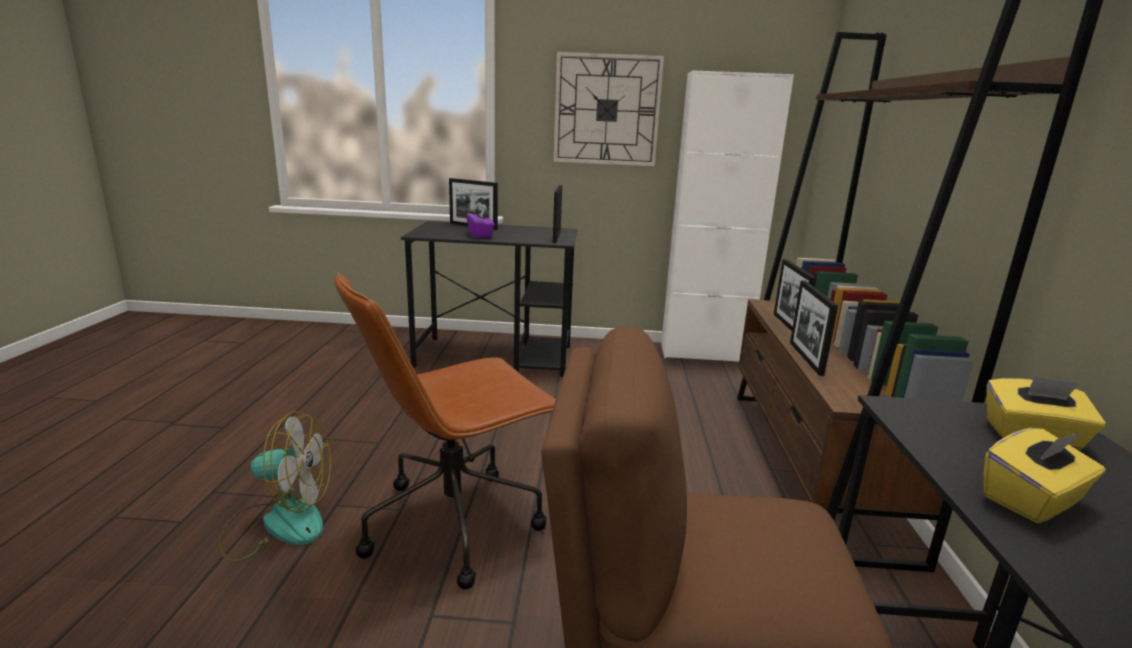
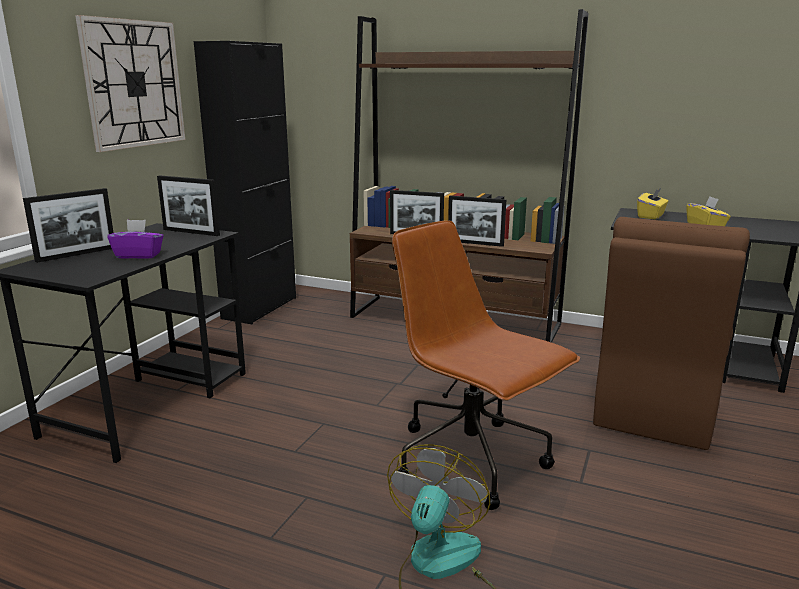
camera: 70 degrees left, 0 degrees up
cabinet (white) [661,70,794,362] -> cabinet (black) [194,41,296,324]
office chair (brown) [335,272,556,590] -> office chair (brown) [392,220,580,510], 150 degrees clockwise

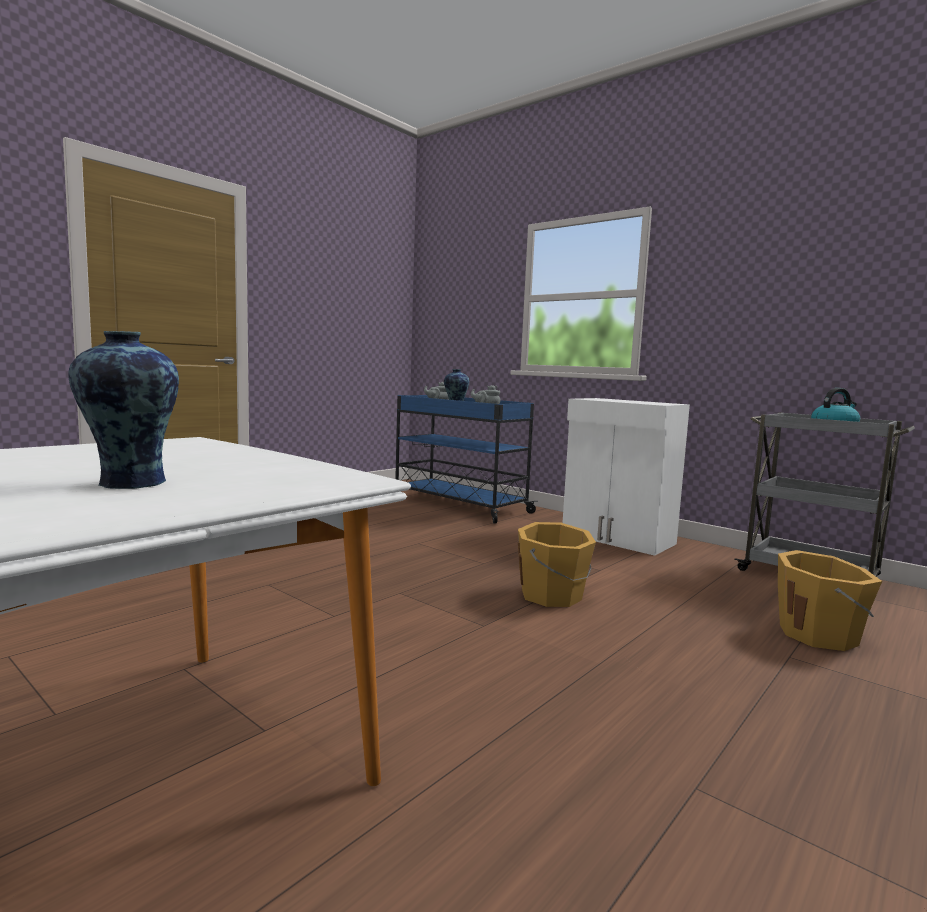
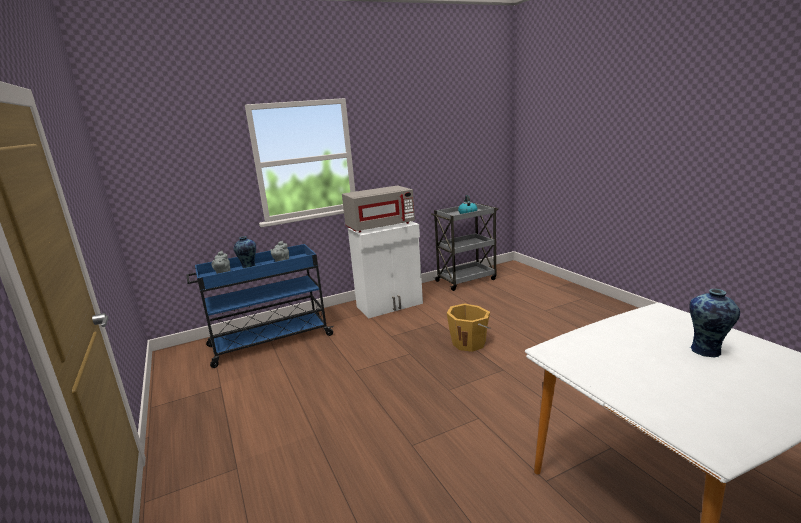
camera: 65 degrees left, 10 degrees up
none -> microwave (grey) [342,185,415,233]
bucket (orange) [778,550,882,651] -> none

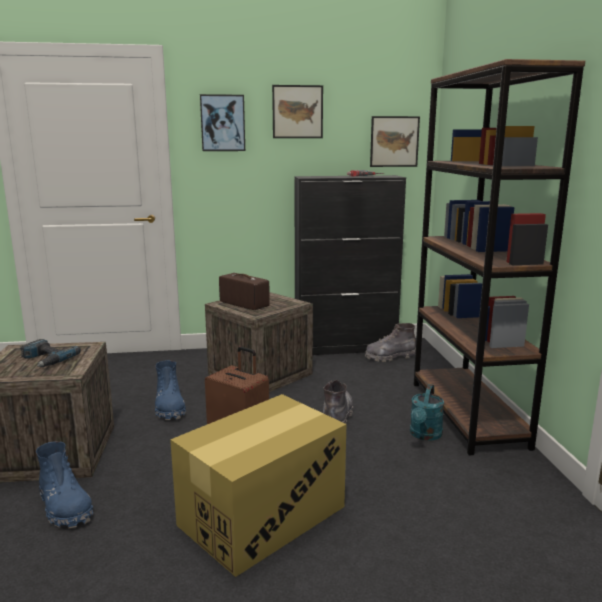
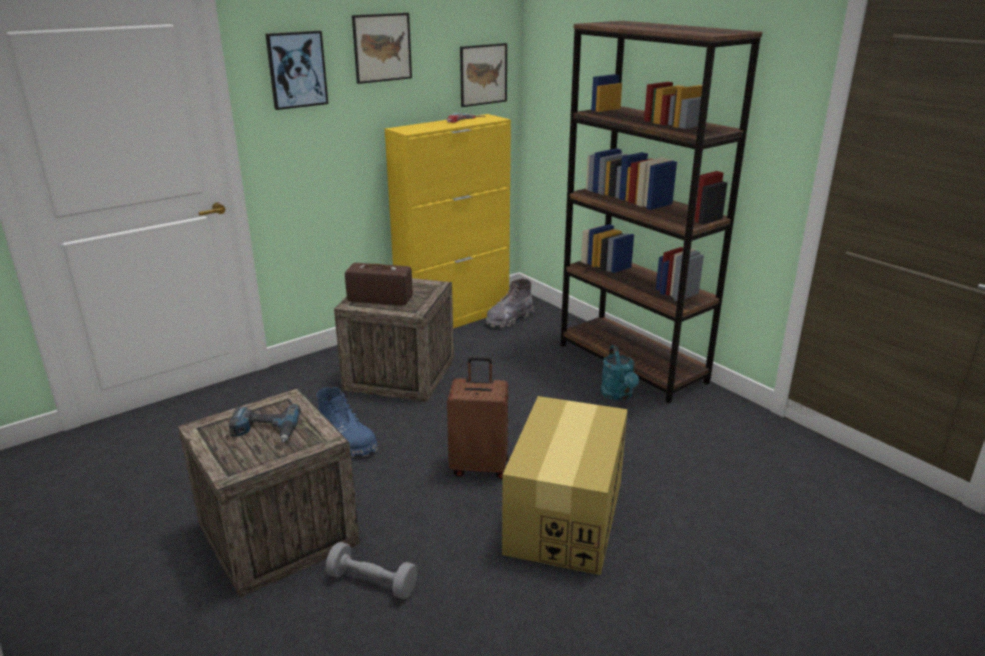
camera: 30 degrees left, 10 degrees up
boot (blue) [36,441,93,528] -> dumbbell (grey) [326,542,417,599]
cabinet (black) [294,175,406,355] -> cabinet (yellow) [385,114,511,328]
boot (grey) [323,380,353,425] -> none

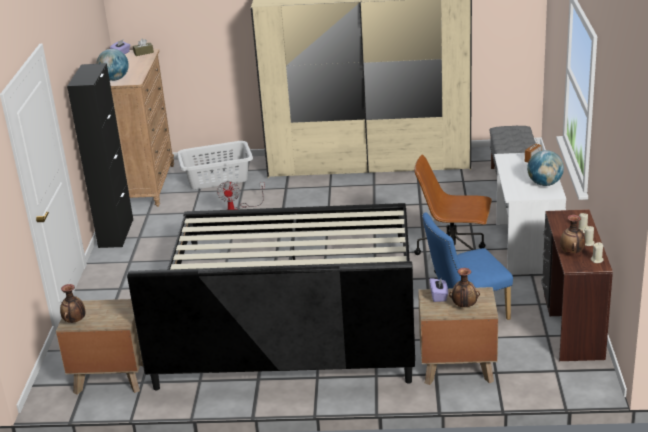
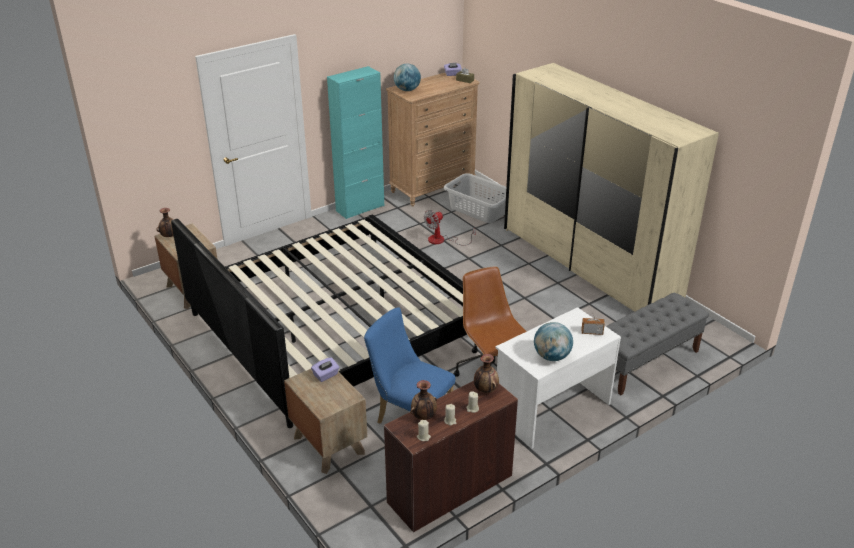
camera: 50 degrees right, 5 degrees up
cabinet (black) [67,63,133,248] -> cabinet (turquoise) [327,66,384,219]
vase [449,268,480,307] -> vase [474,354,499,393], move

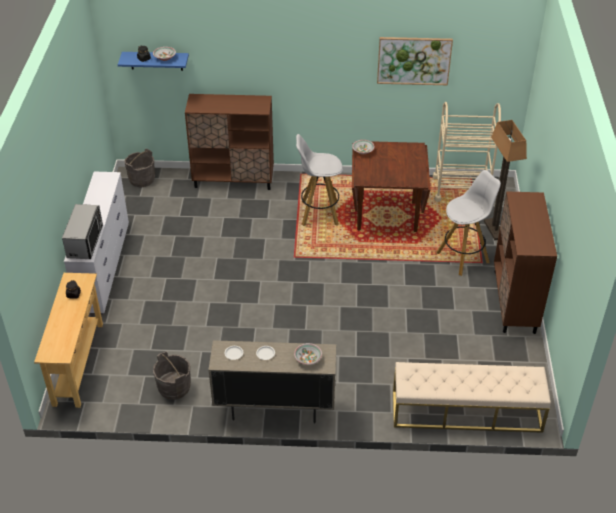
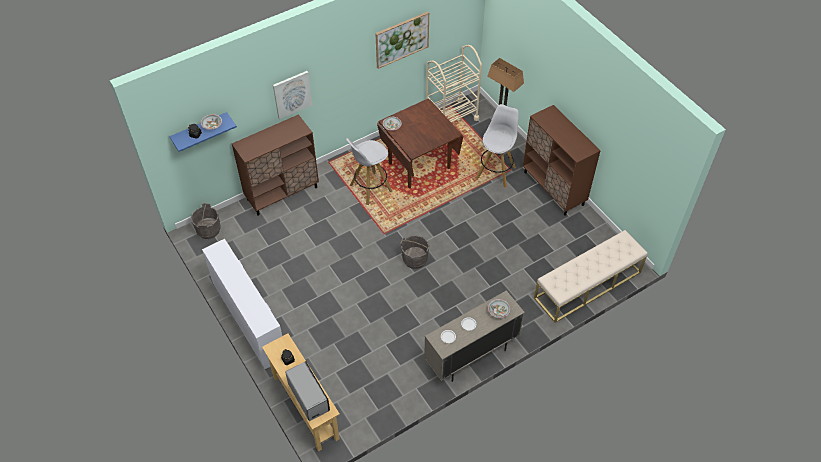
camera: 35 degrees left, 10 degrees up
none -> picture [273,71,312,119]
microwave [62,204,103,259] -> microwave [285,361,330,421], move
bucket (grey) [153,351,191,400] -> bucket (grey) [401,235,430,269], move

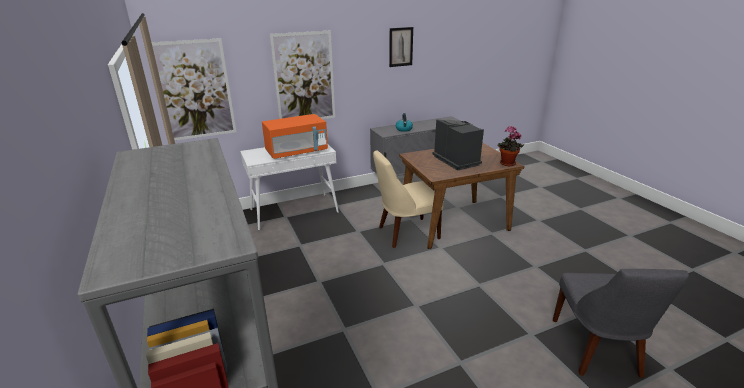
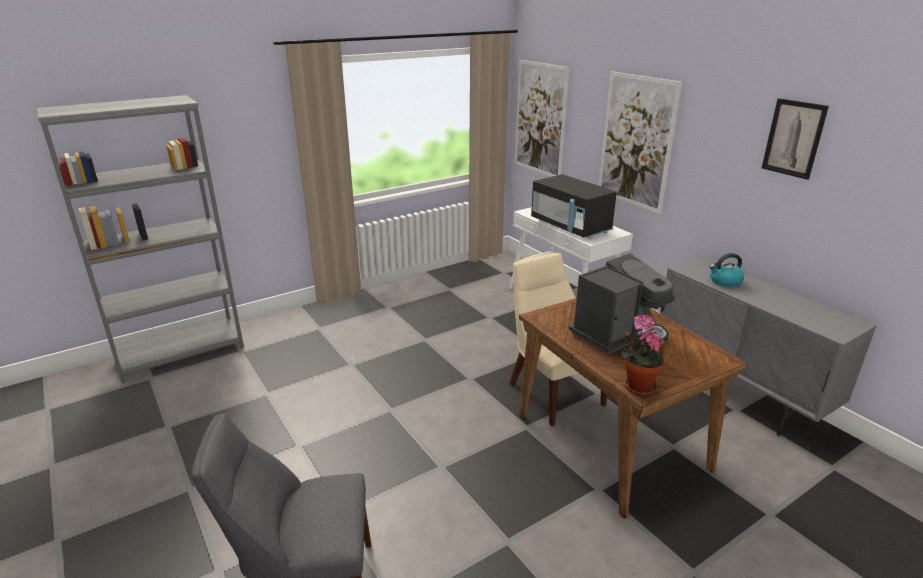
camera: 80 degrees right, 0 degrees up
microwave (orange) [262,114,328,159] -> microwave (black) [531,174,617,239]

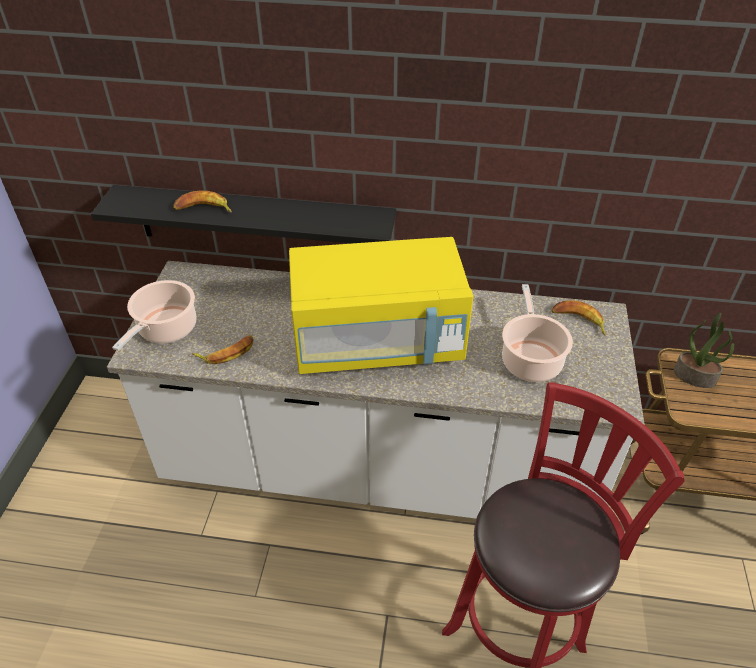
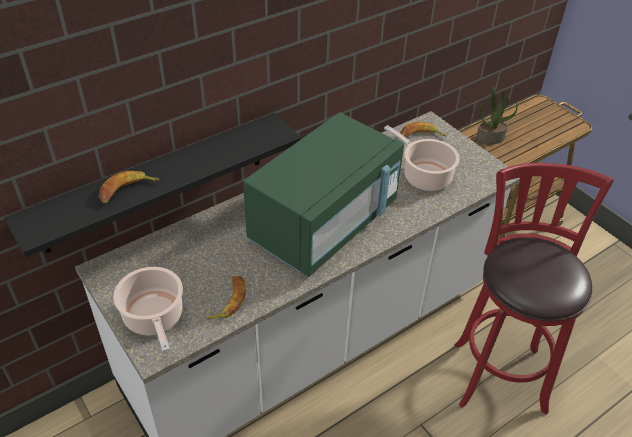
camera: 45 degrees left, 0 degrees up
microwave (yellow) [289,237,473,374] -> microwave (green) [243,113,404,277]

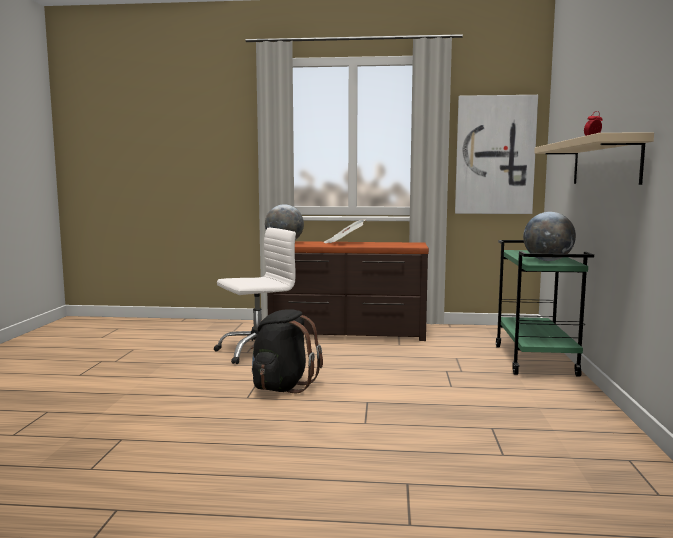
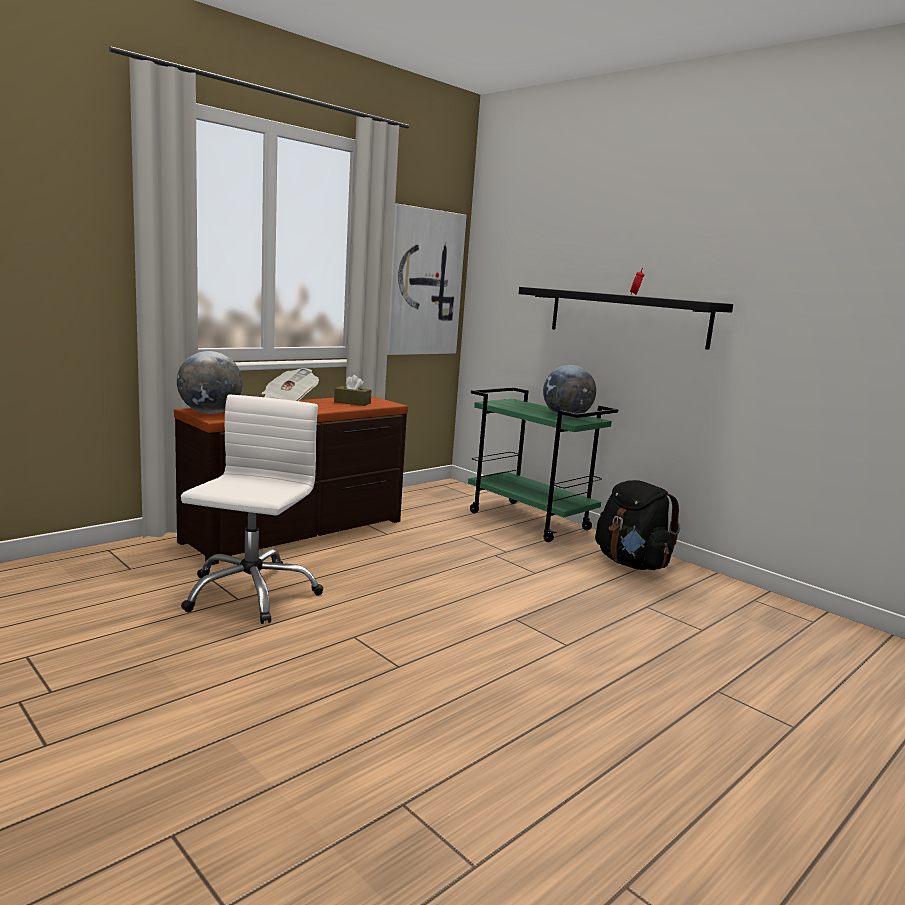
camera: 50 degrees left, 5 degrees up
none -> tissue box (brown) [334,375,371,406]
shelf (beige) [534,132,654,185] -> shelf (black) [519,287,733,350]
backpack (black) [251,309,323,393] -> backpack (black) [595,480,680,570], move

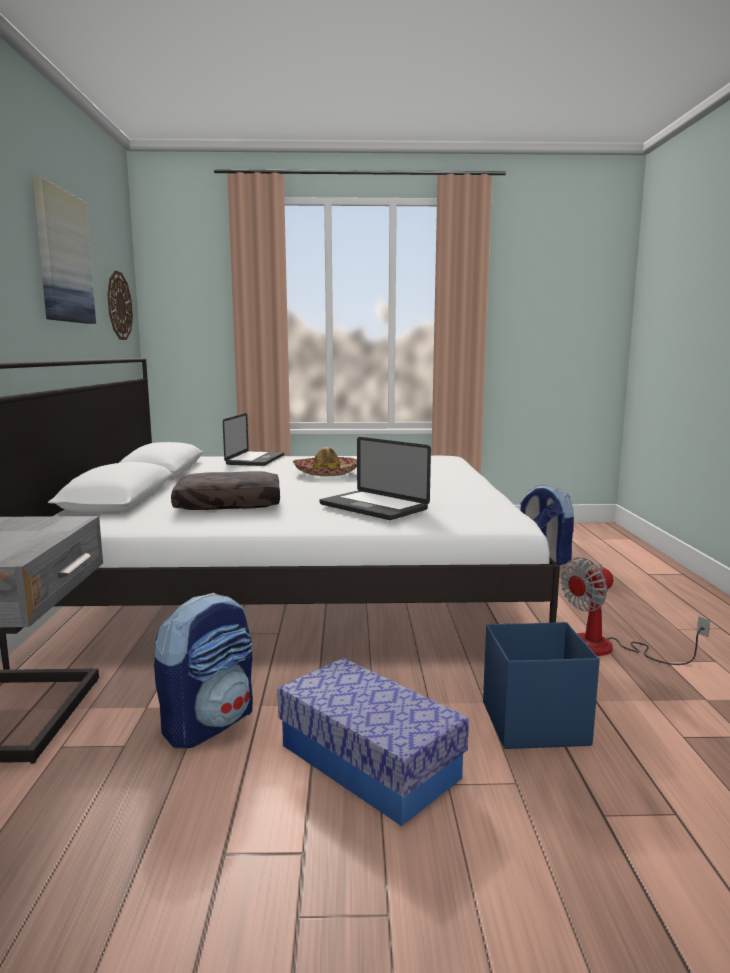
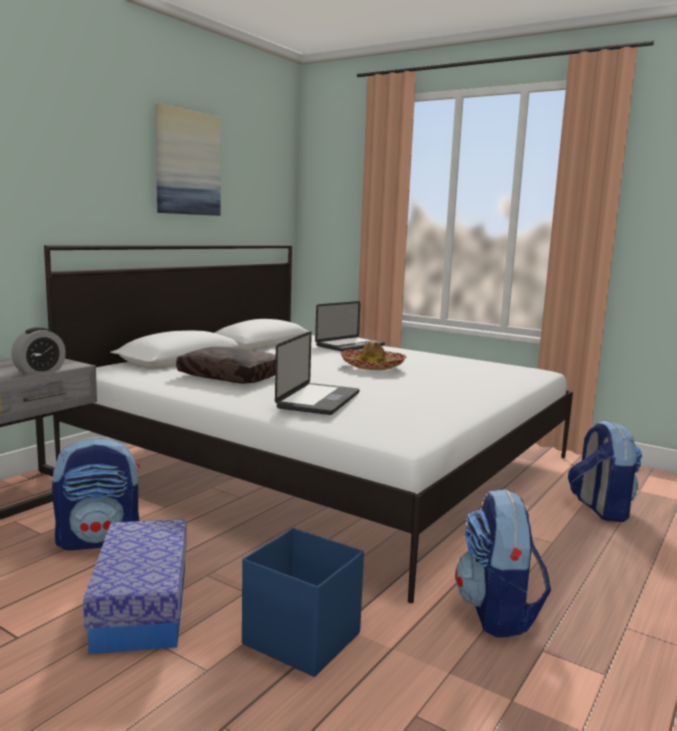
camera: 35 degrees right, 0 degrees up
none -> alarm clock [11,327,66,375]
laptop [320,437,431,520] -> laptop [275,331,359,415], 150 degrees counterclockwise
fan [560,557,710,665] -> backpack [455,489,551,638]
wall clock [107,270,133,340] -> none

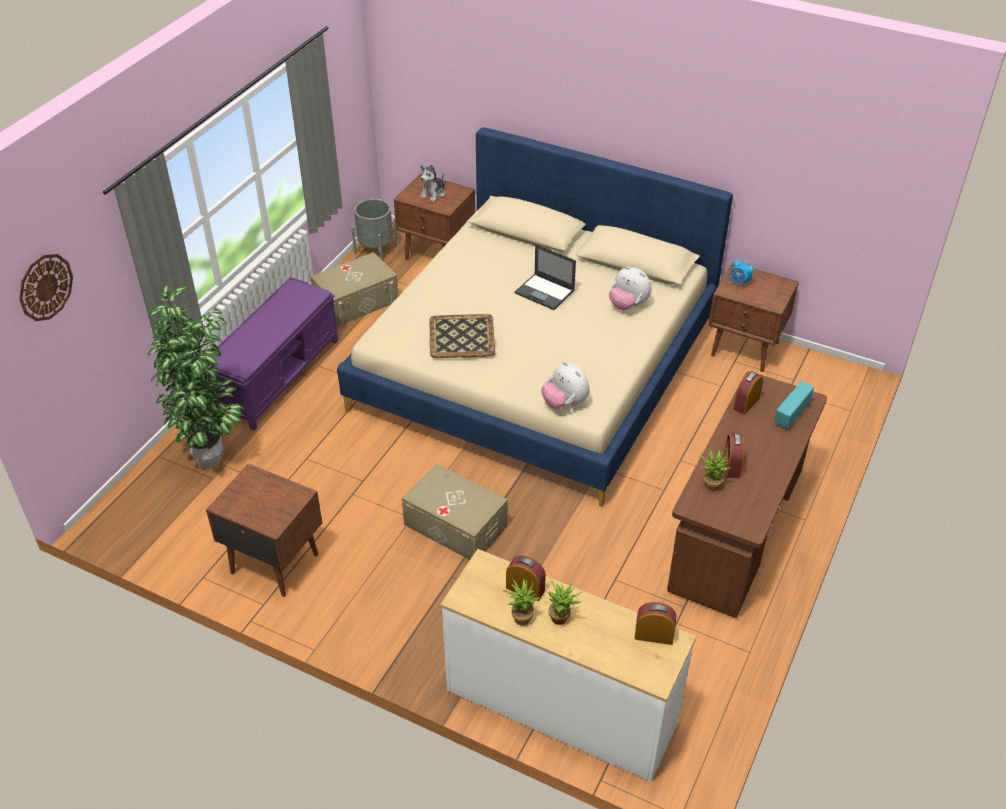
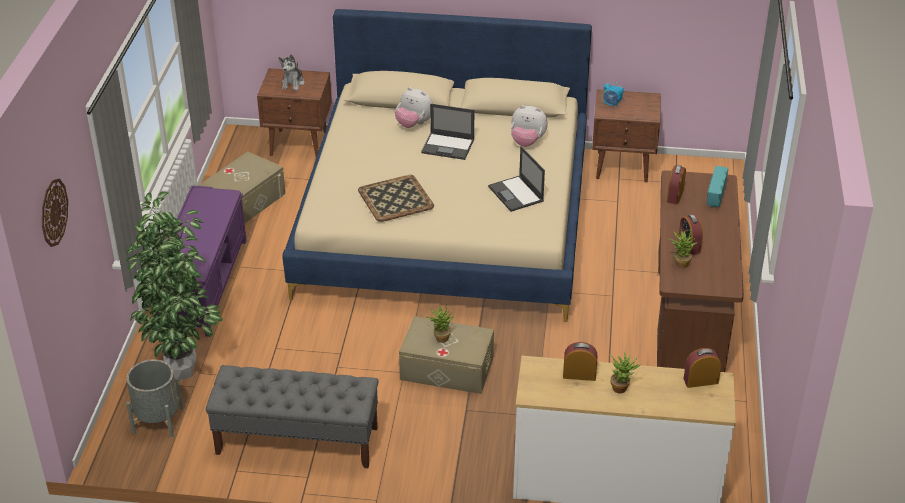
camera: 20 degrees left, 5 degrees down
planter (grey) [351,199,398,261] -> planter (grey) [126,359,184,437], move
nightstand (brown) [206,464,322,597] -> bench (grey) [206,365,379,468]
plush toy [541,361,589,409] -> plush toy [395,87,433,128], move
potted plant [502,578,540,625] -> potted plant [426,305,454,343], move
none -> laptop [488,146,545,212]

